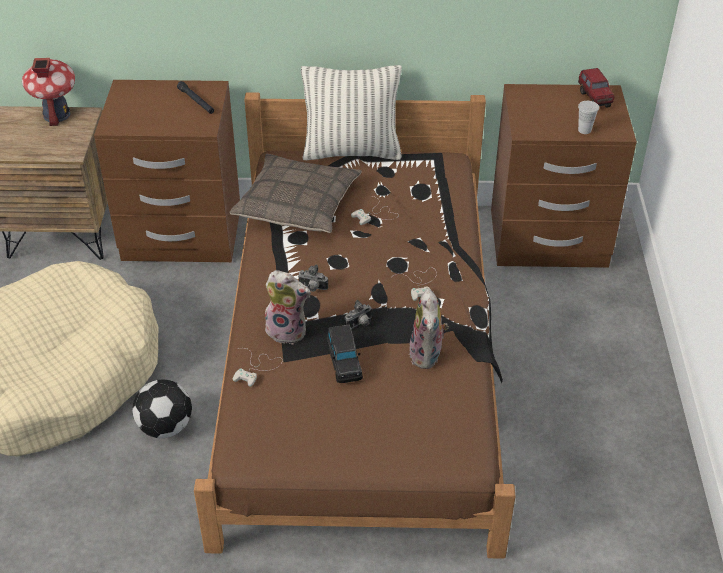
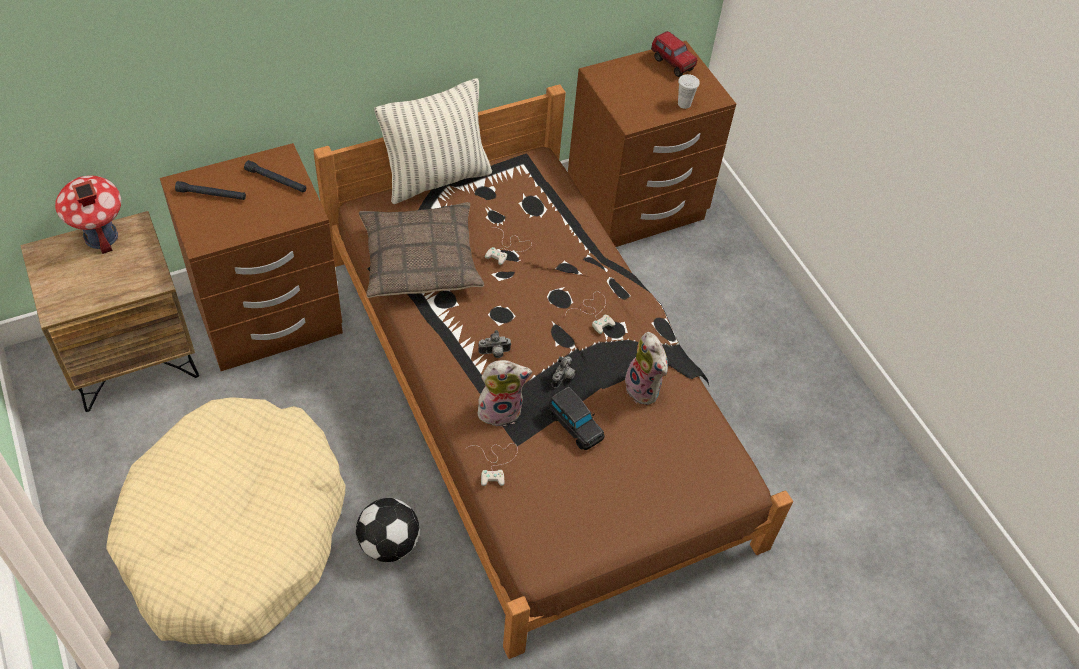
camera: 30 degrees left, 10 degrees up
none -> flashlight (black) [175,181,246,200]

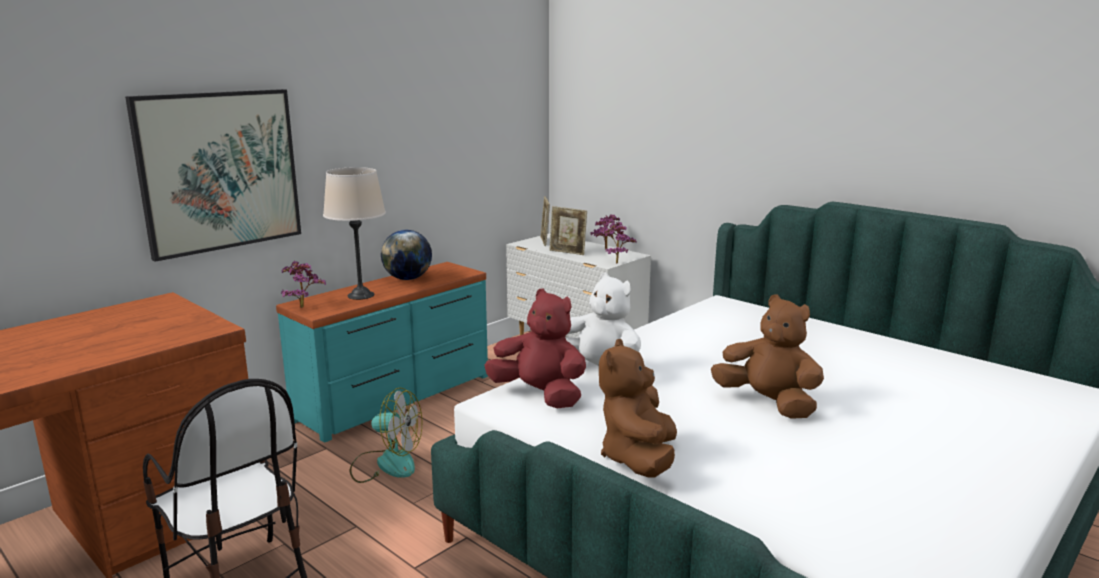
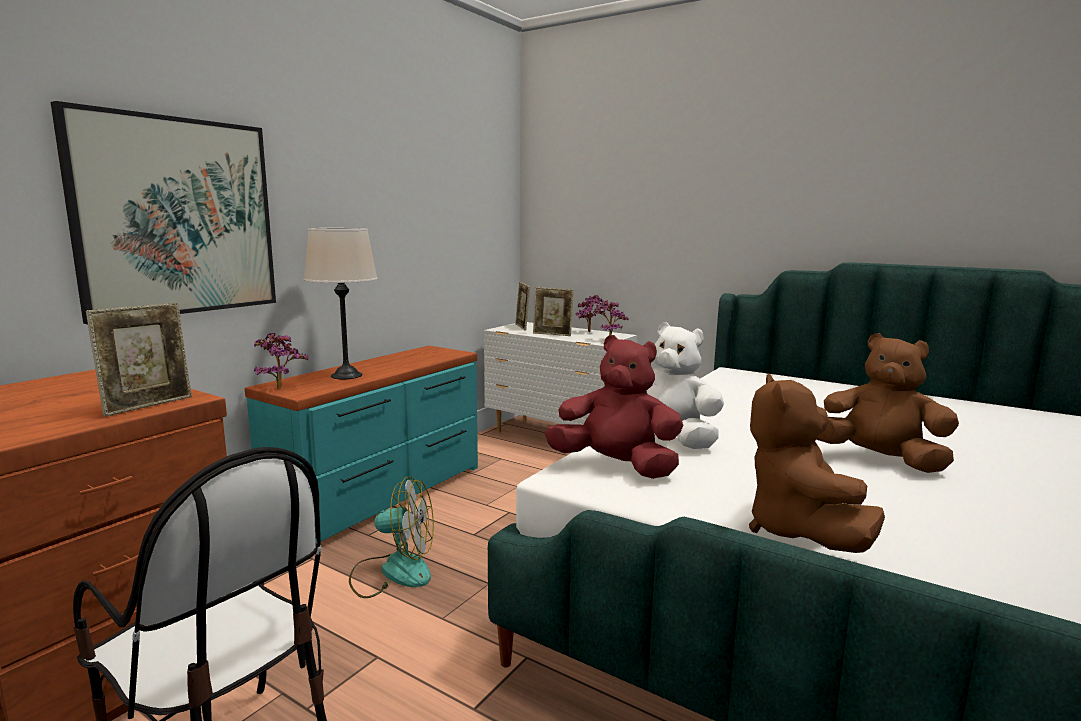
camera: 10 degrees left, 5 degrees down
none -> picture frame [86,303,192,417]
globe [381,230,432,280] -> none

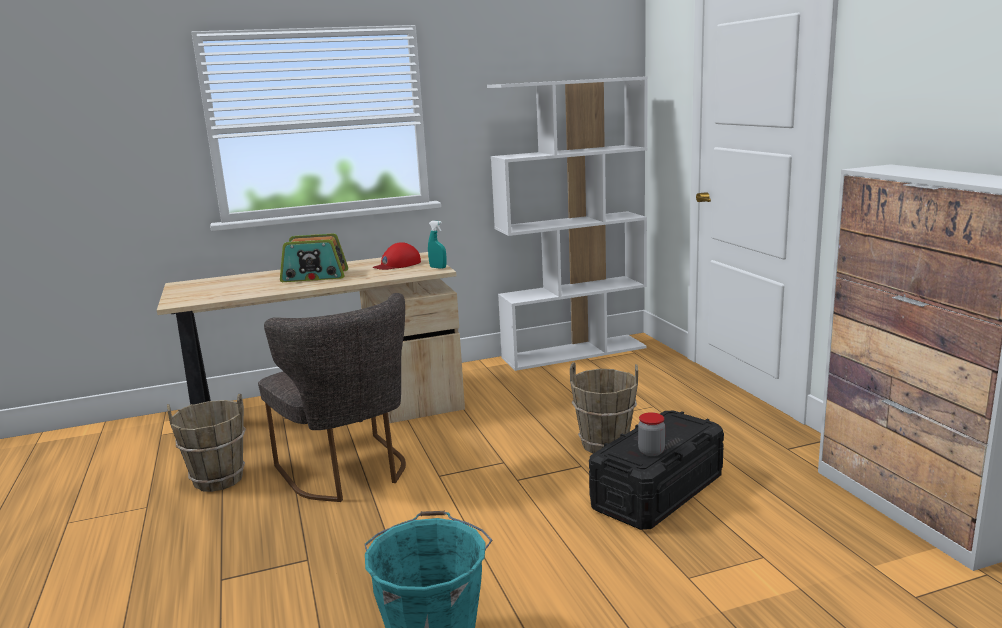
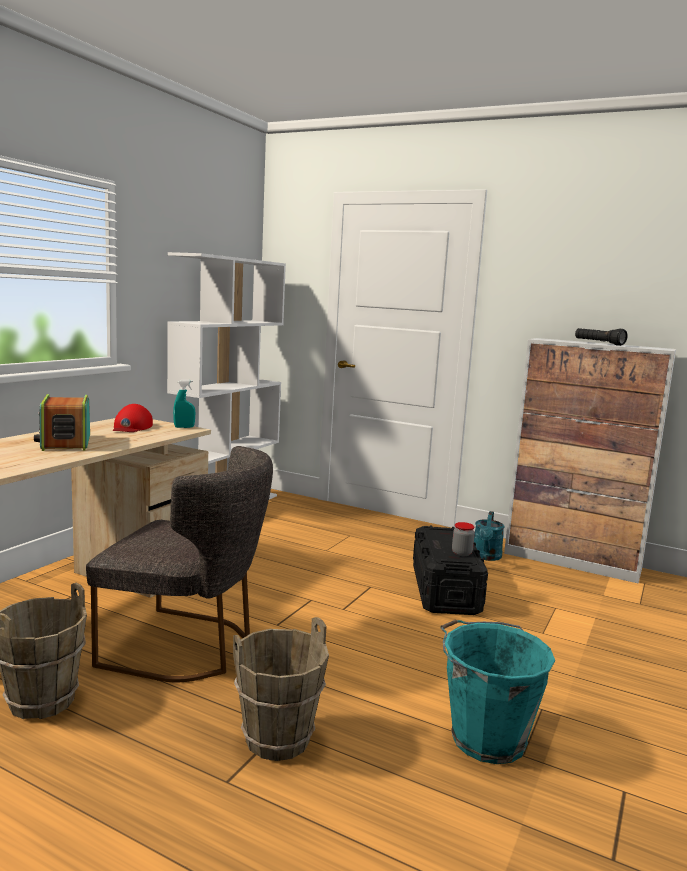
camera: 45 degrees left, 5 degrees down
radio [280,233,348,282] -> radio [34,394,90,451], 120 degrees clockwise
bucket (brown) [570,362,638,454] -> bucket (brown) [233,617,329,761], move
none -> watering can (turquoise) [474,511,505,561]
none -> flashlight (black) [575,328,628,346]

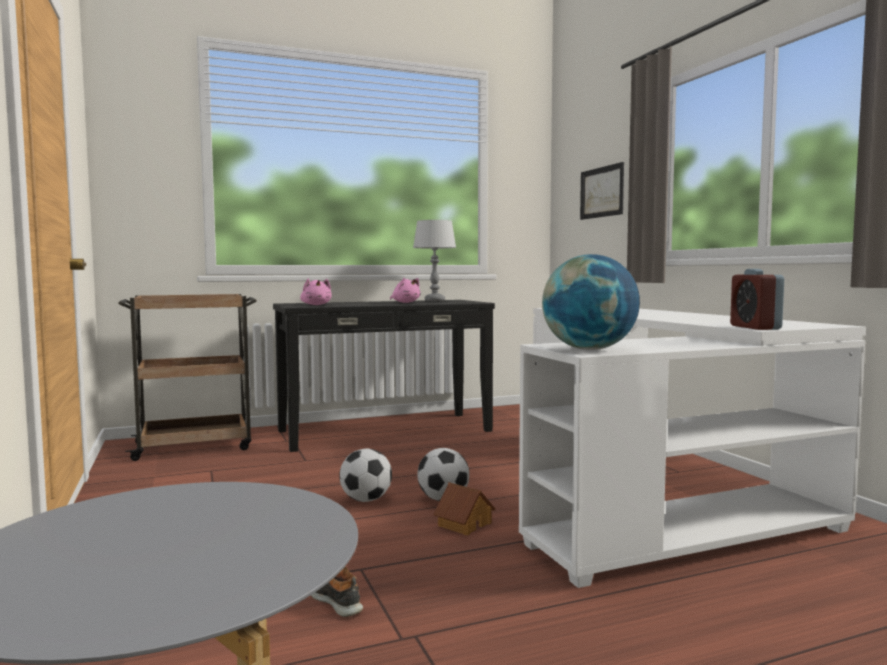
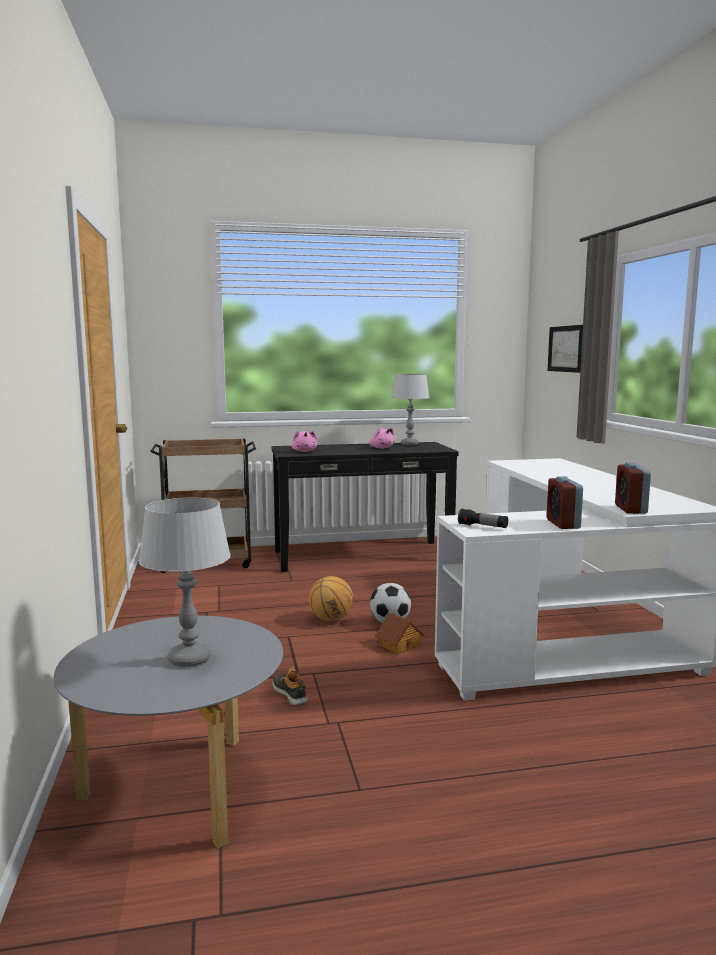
camera: 10 degrees right, 5 degrees up
none -> table lamp (grey) [139,498,231,667]
football [339,448,392,502] -> basketball [309,576,353,621]
globe [542,254,640,350] -> flashlight [458,508,508,528]
none -> alarm clock [547,476,583,529]

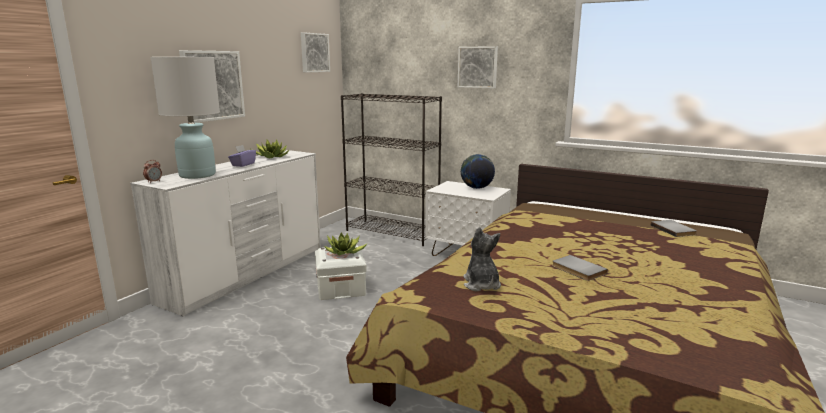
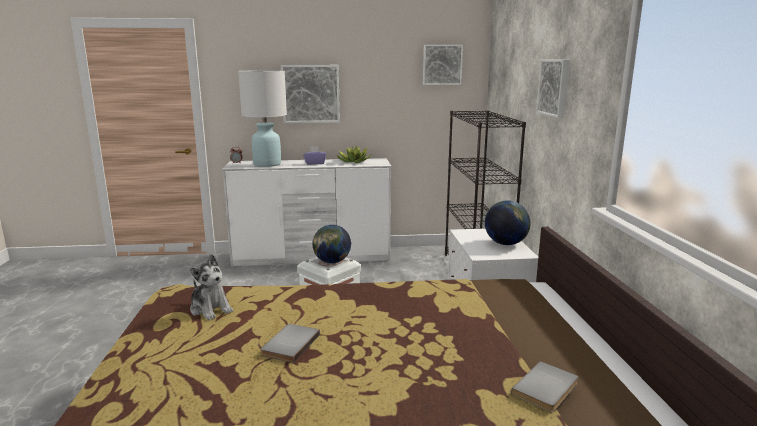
camera: 55 degrees right, 0 degrees up
plush toy [463,227,501,291] -> plush toy [190,254,233,320], 90 degrees clockwise
potted plant [324,232,368,256] -> globe [312,225,351,264]

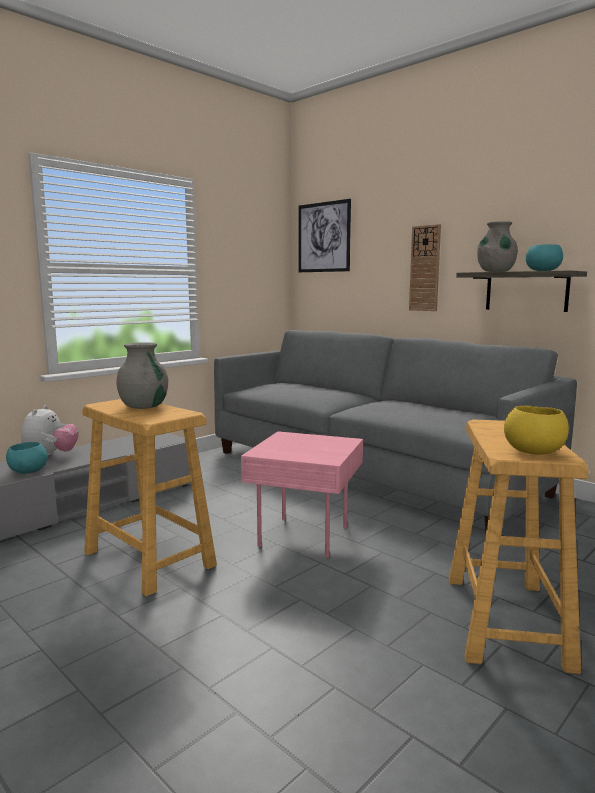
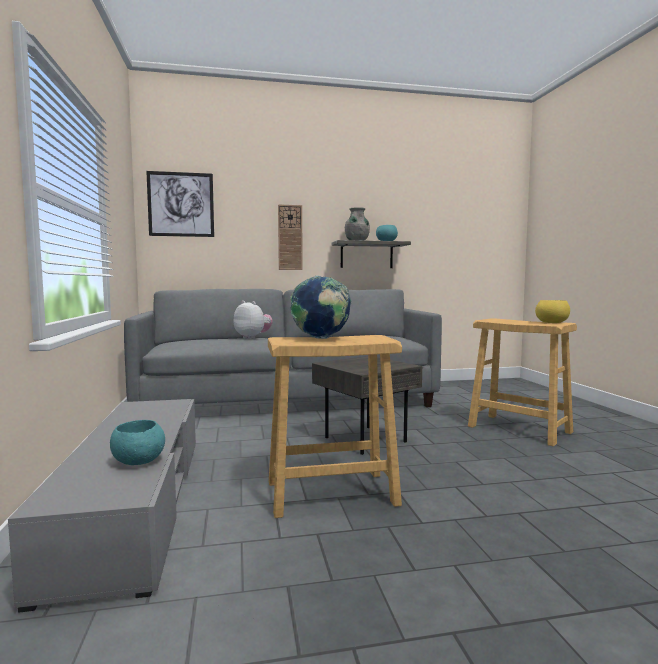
camera: 55 degrees left, 5 degrees down
plush toy [21,405,79,455] -> plush toy [234,301,273,339], move
vase (grey) [116,342,168,409] -> globe [290,276,351,339]
side table (pink) [241,431,363,558] -> side table (grey) [312,356,422,455]

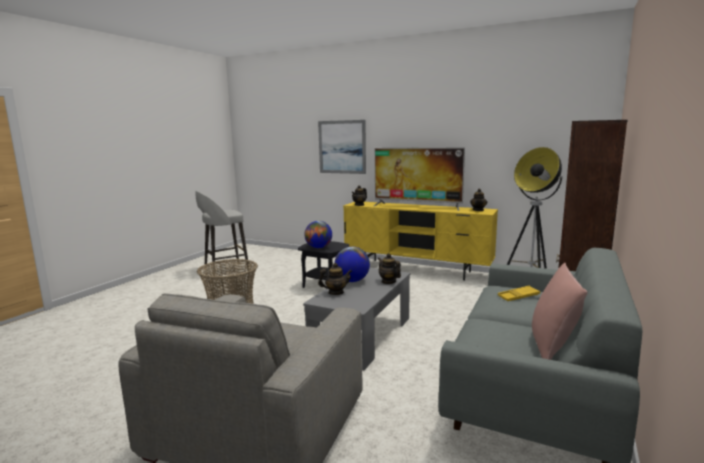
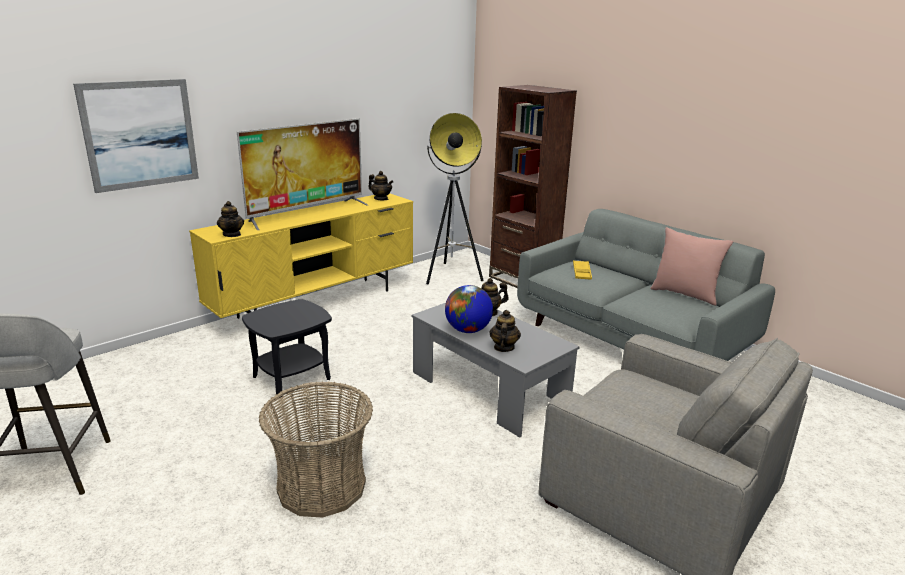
camera: 70 degrees left, 10 degrees up
globe [304,221,332,248] -> none

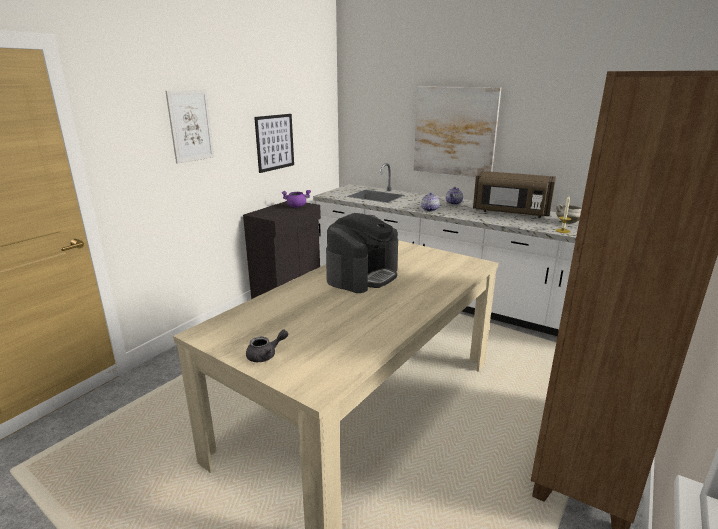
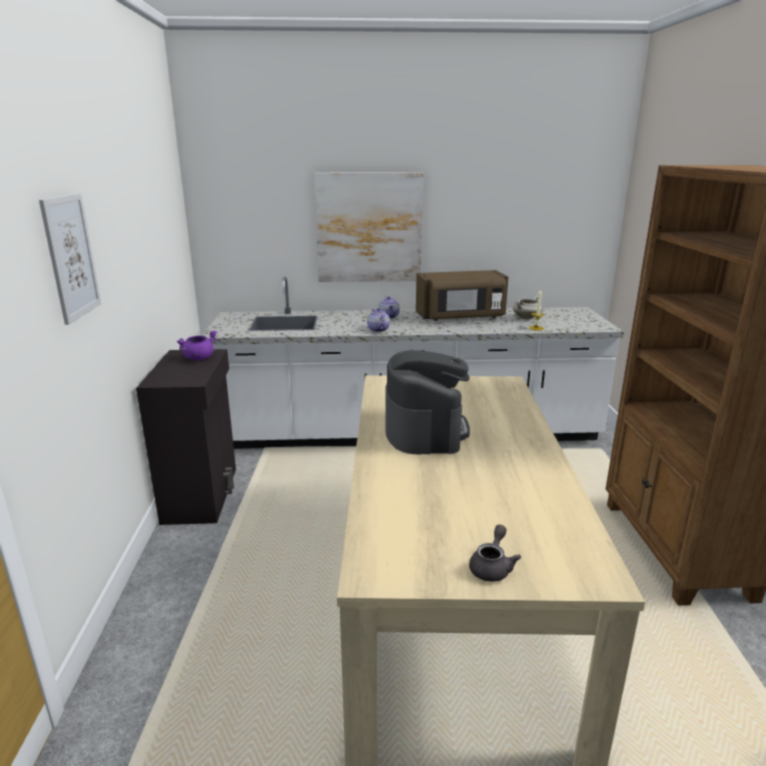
camera: 35 degrees left, 0 degrees up
picture [254,114,294,173] -> none

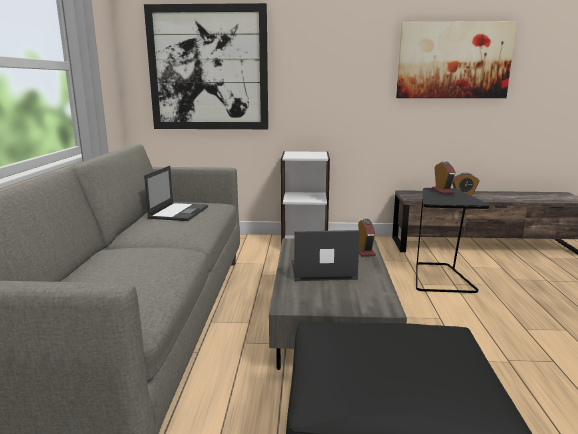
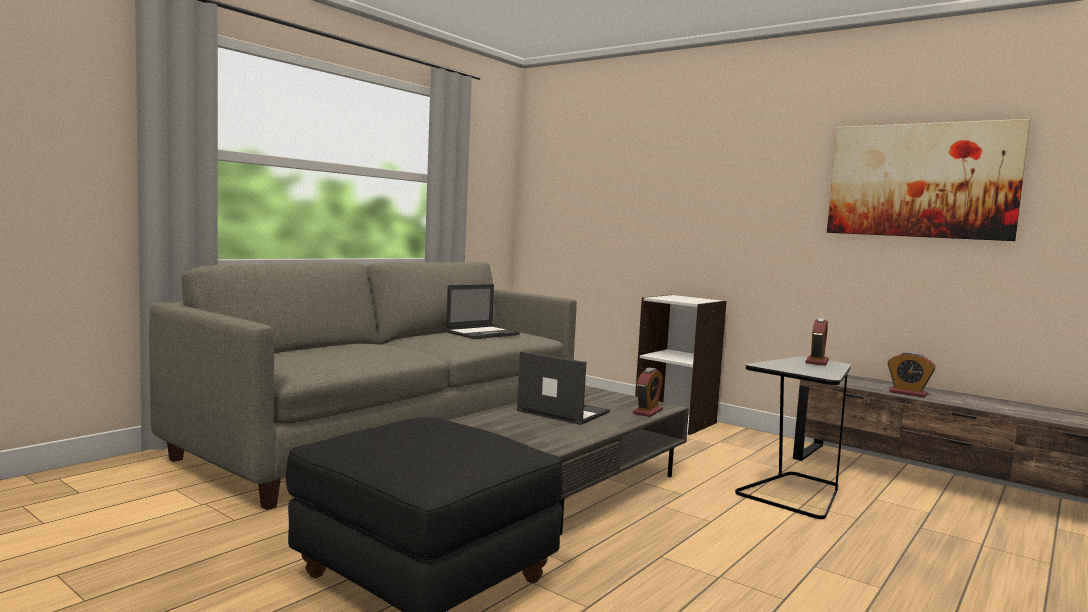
camera: 35 degrees right, 10 degrees down
picture [144,3,268,129] -> none

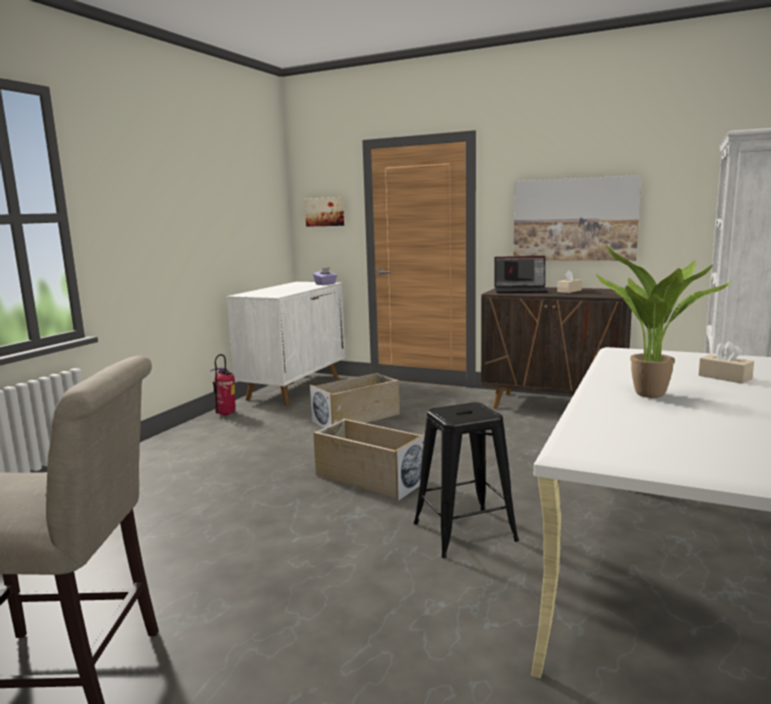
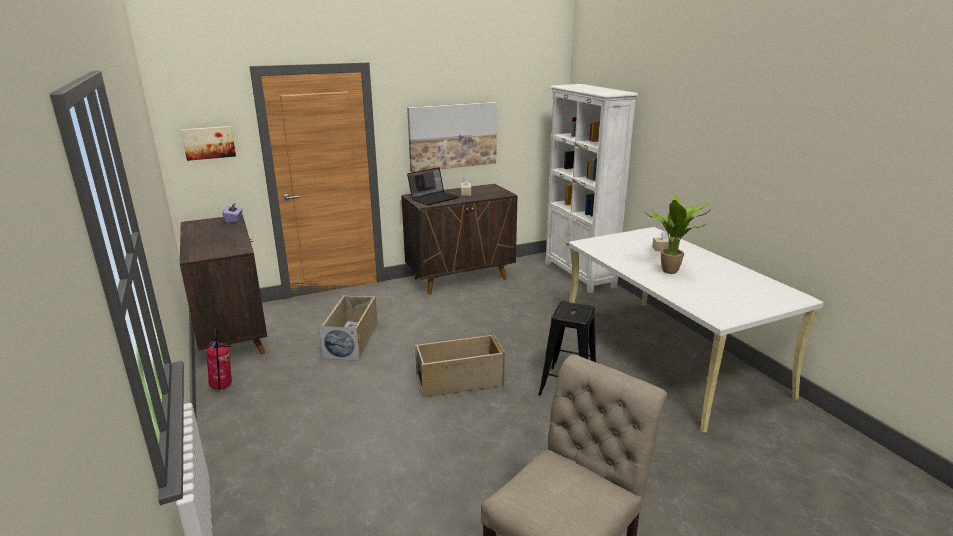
camera: 50 degrees left, 10 degrees up
cabinet (white) [226,282,346,406] -> cabinet (brown) [180,215,267,354]

